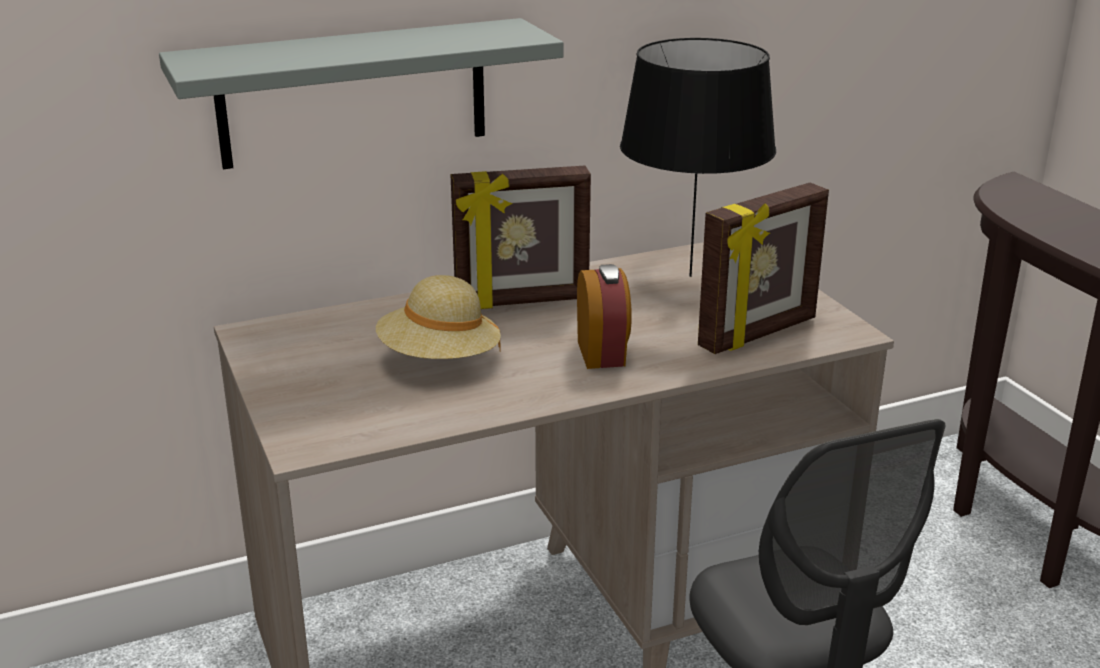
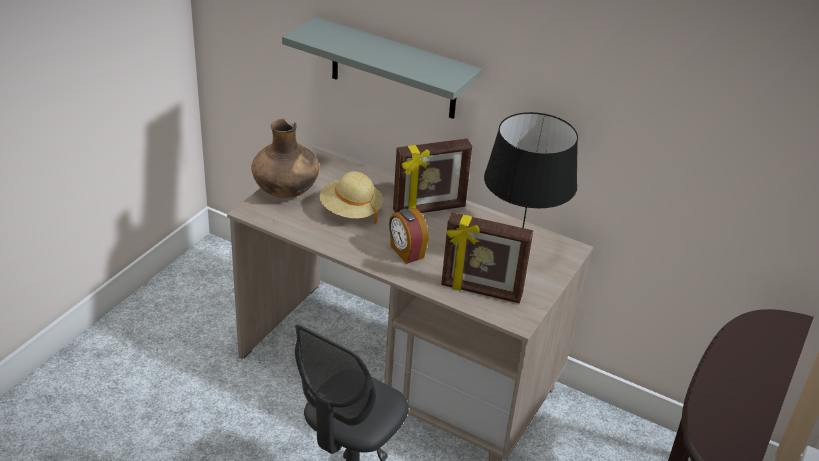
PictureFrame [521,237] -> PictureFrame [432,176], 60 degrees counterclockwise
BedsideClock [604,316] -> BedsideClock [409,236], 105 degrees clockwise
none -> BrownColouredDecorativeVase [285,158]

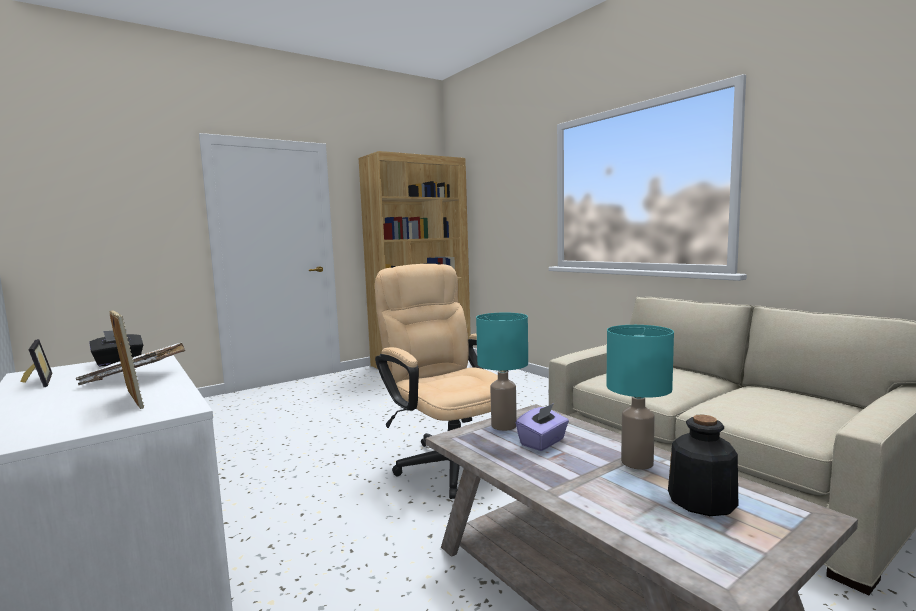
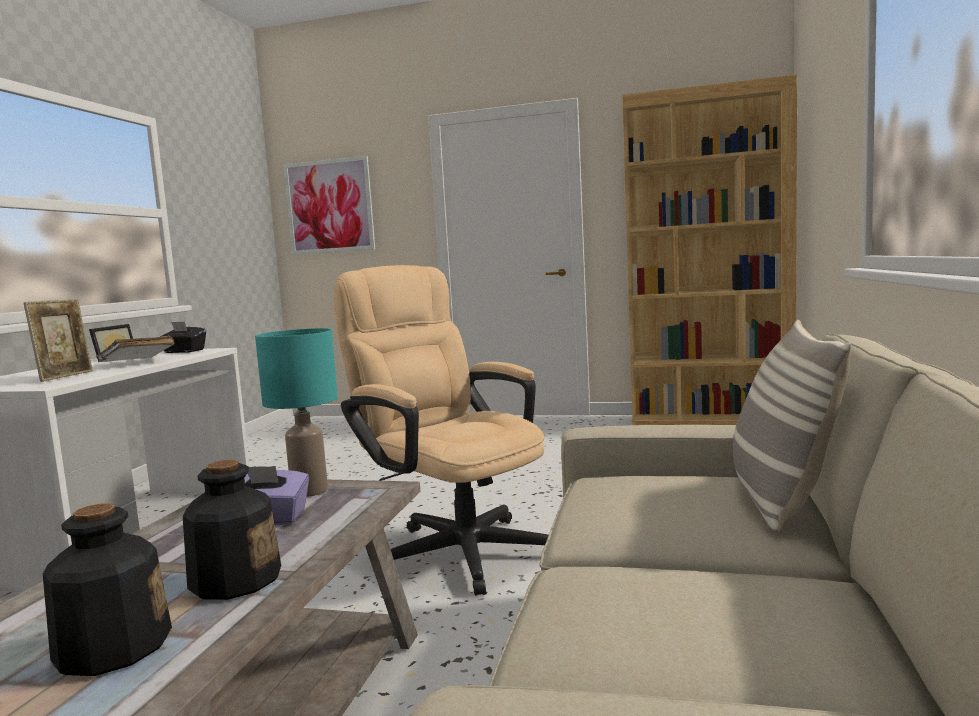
BeigeComputerChair [442,381] -> BeigeComputerChair [441,430], 60 degrees counterclockwise
TurquoiseColouredLampForATable [640,397] -> DrinkBottle [232,530]
none -> Picture [329,205]
none -> ThrowPillow [792,426]

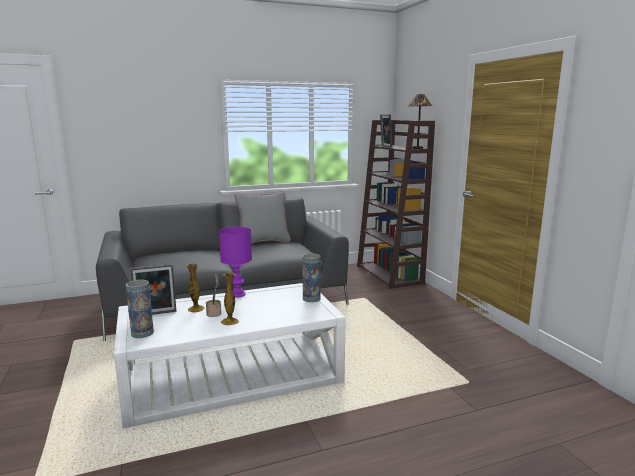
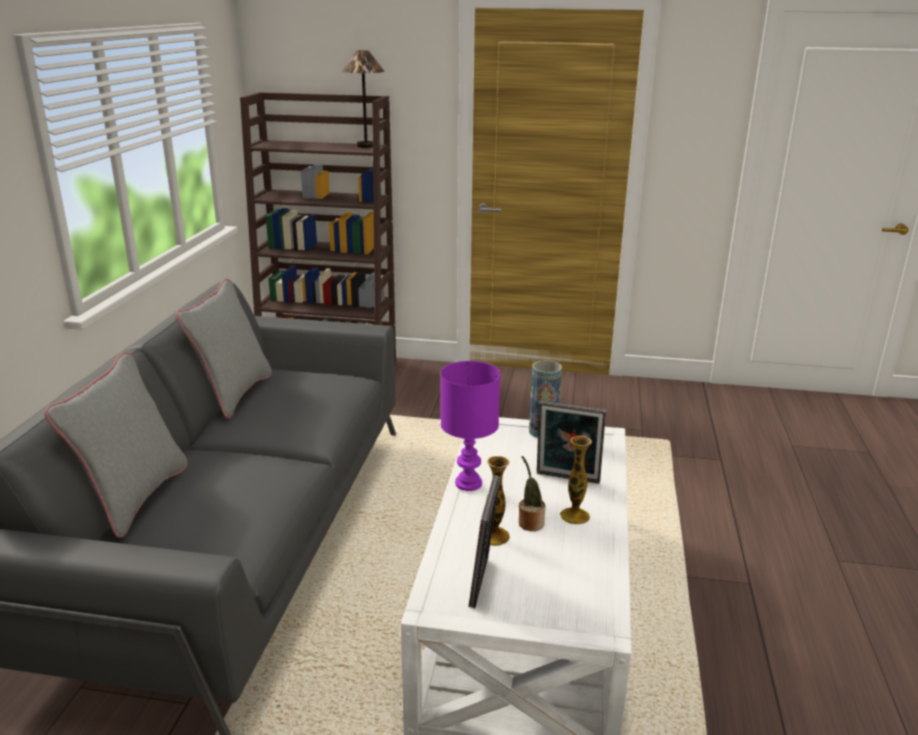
PictureFrame [386,131] -> PictureFrame [571,442], move
DecorativeVase [140,309] -> none
none -> GreyThrowPillow [116,444]

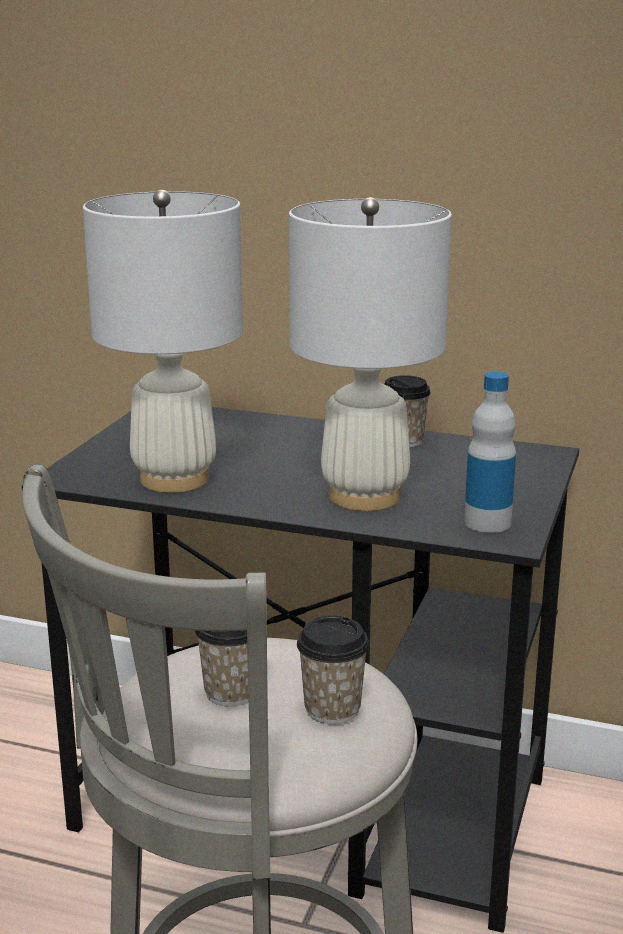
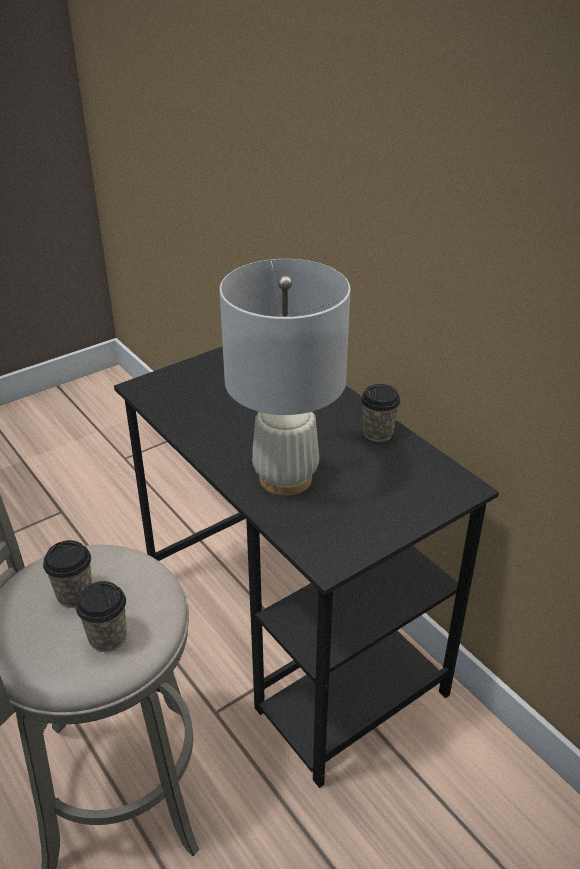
WhiteLampForATable [163,341] -> none
DrinkBottle [490,452] -> none

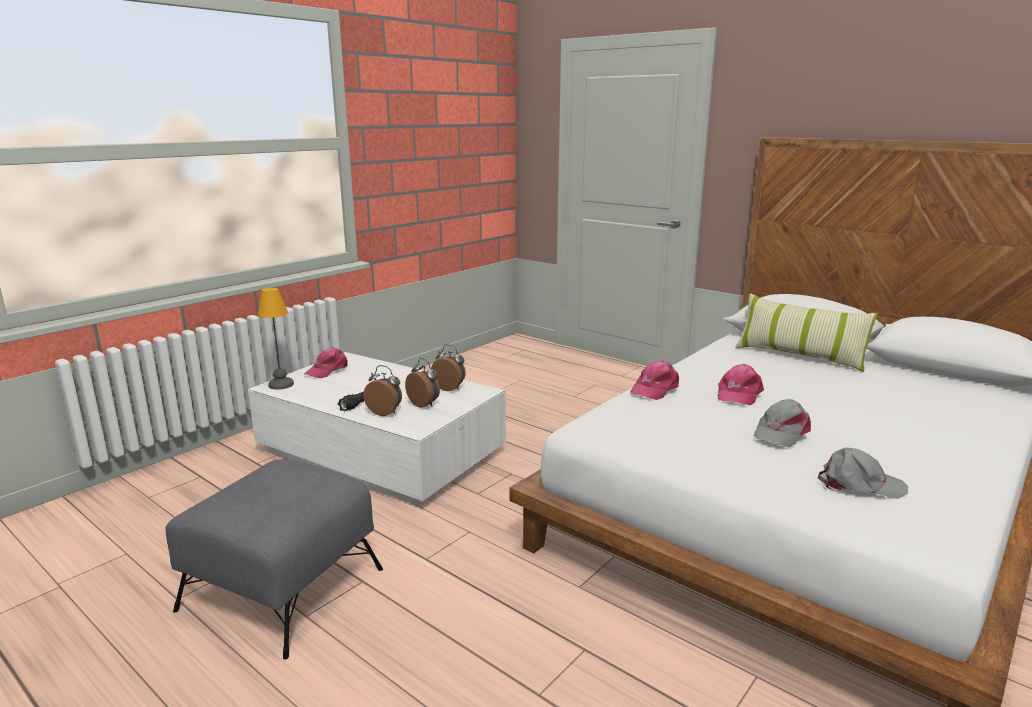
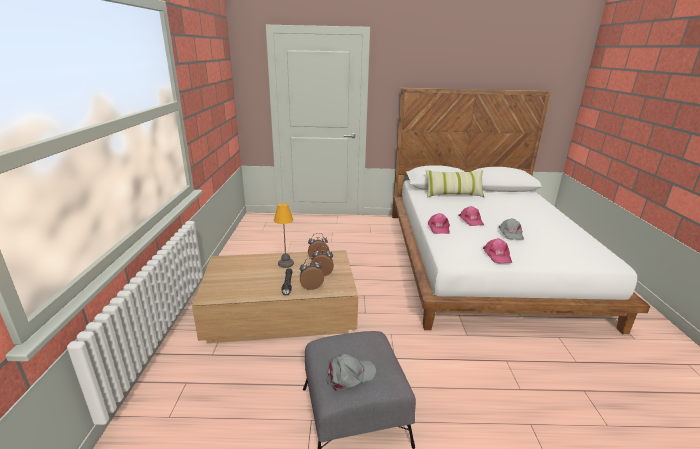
LampForATable [275,339] -> LampForATable [284,235], move
PinkCap [326,363] -> PinkCap [497,251], move
WhiteCoffeeTable [377,429] -> BrownColouredCoffeeTable [275,296]
GreyCap [863,473] -> GreyCap [351,372], move

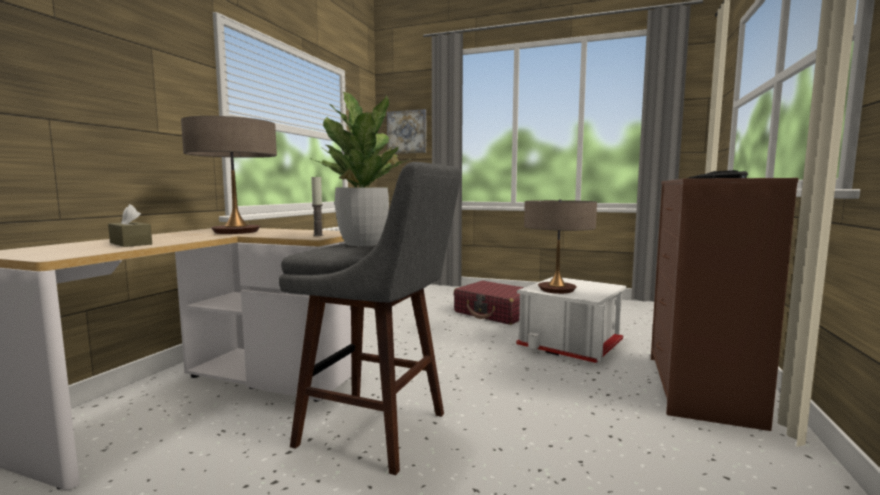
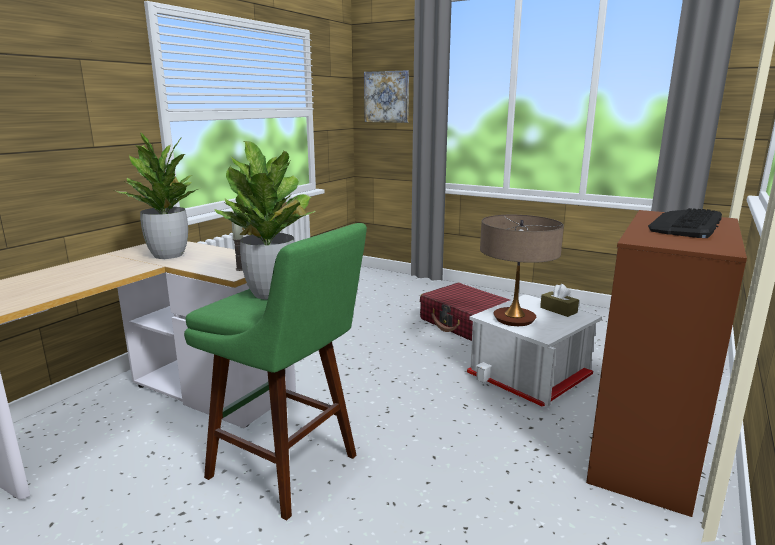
LampForATable [229,175] -> PottedPlant [158,196]
GreySittingStool [370,318] -> GreenishSittingStool [275,371]
BrownColouredBoxOfTissues [130,225] -> BrownColouredBoxOfTissues [559,300], move

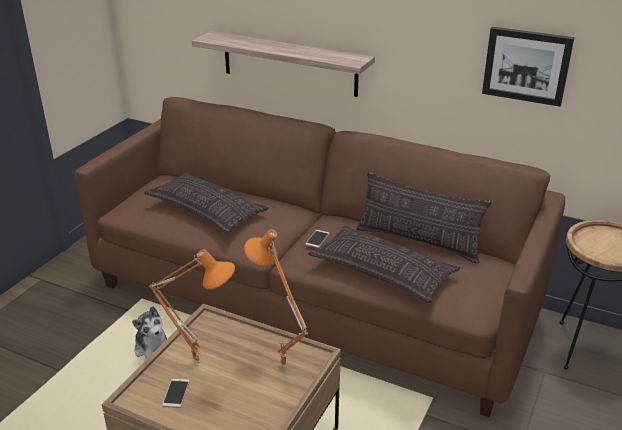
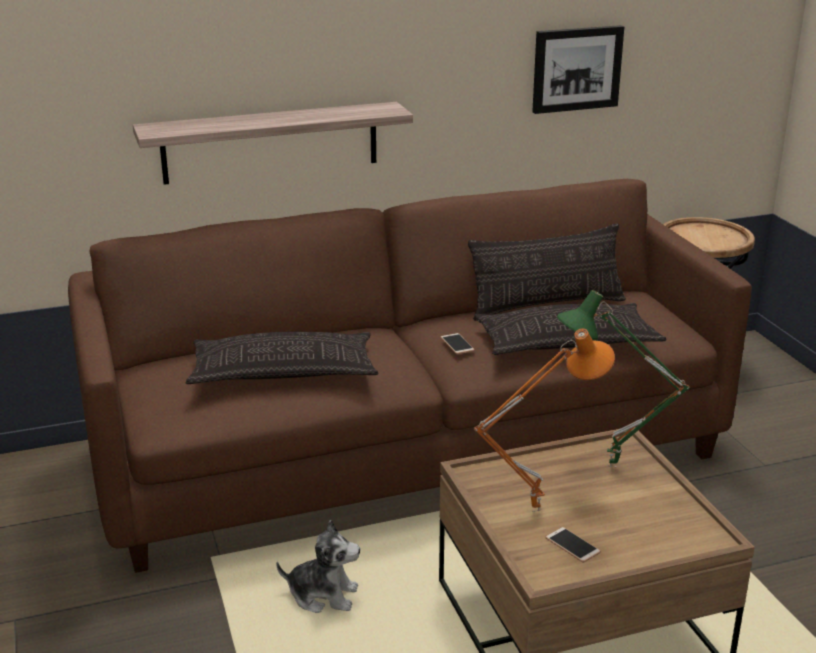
OrangeLampForATable [276,297] -> GreenishLampForATable [623,379]

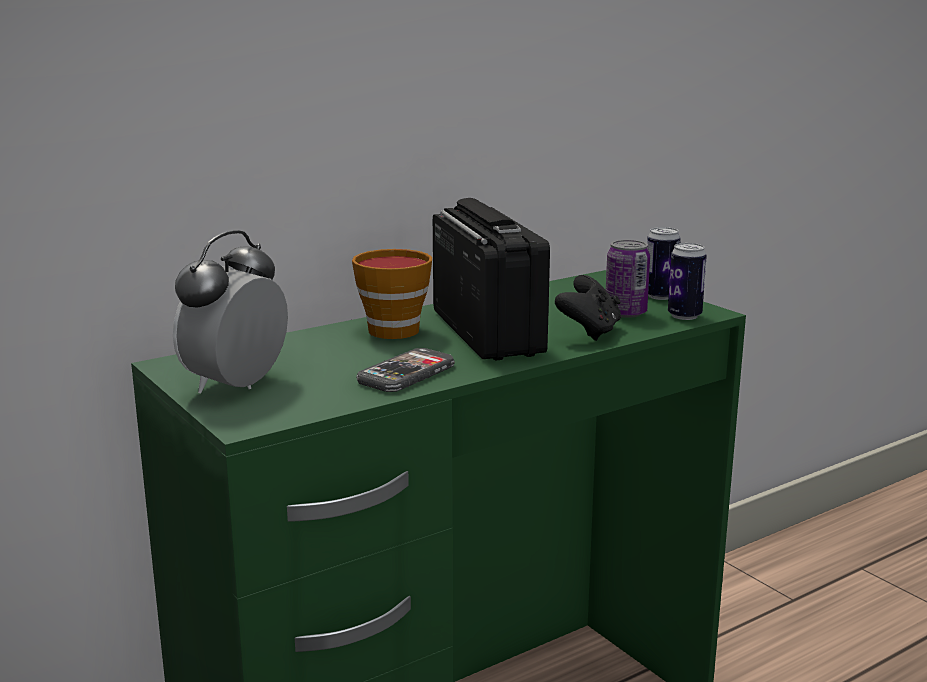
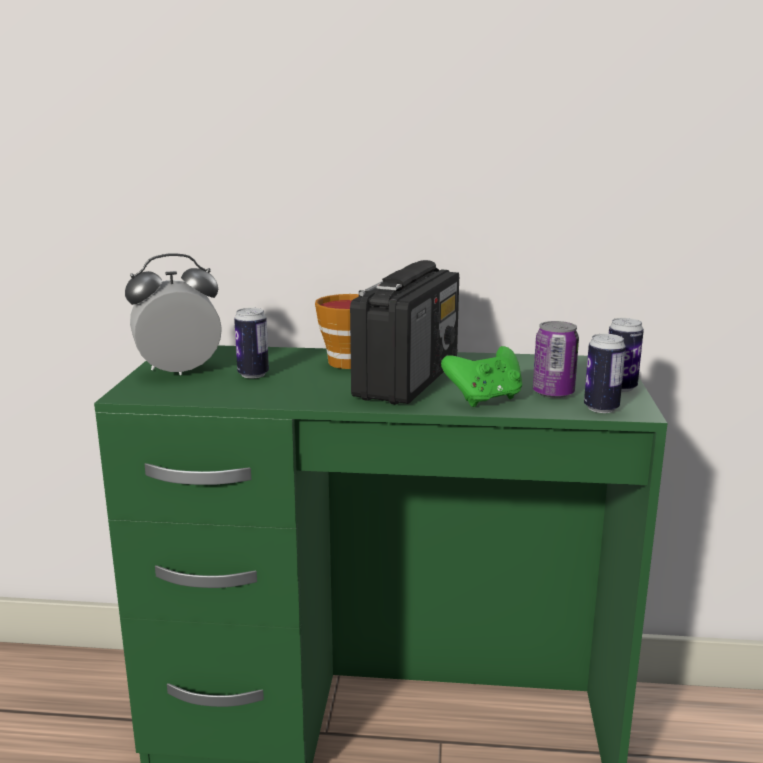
BlackishJoypad [588,308] -> GreenishJoypad [481,376]
Telephone [405,370] -> none
none -> SealedCan [251,343]

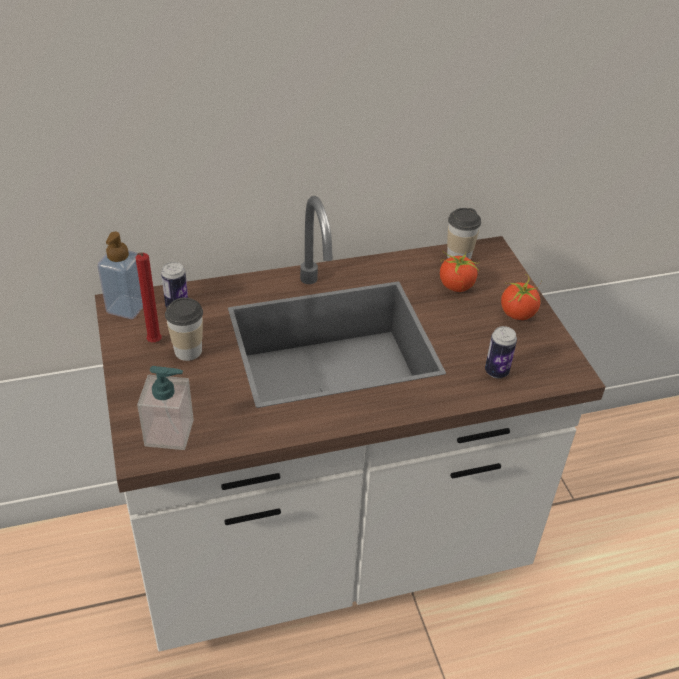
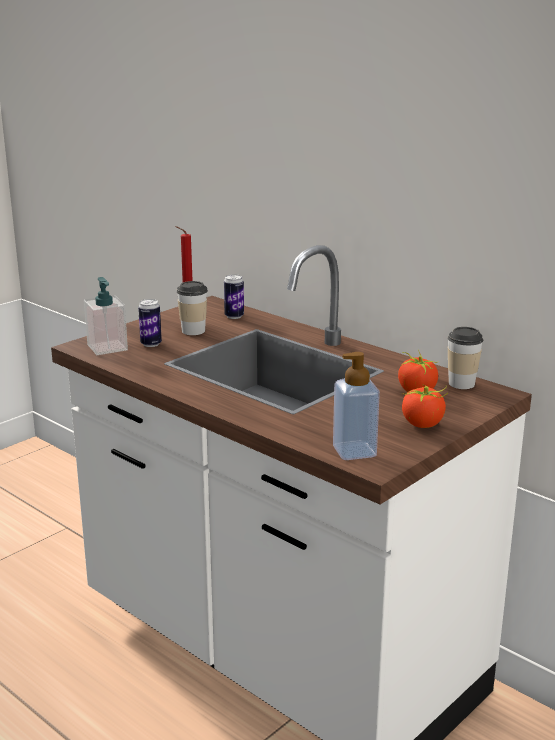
LiquidSoapBottle [120,275] -> LiquidSoapBottle [356,406], move
SealedCan [501,352] -> SealedCan [150,323], move

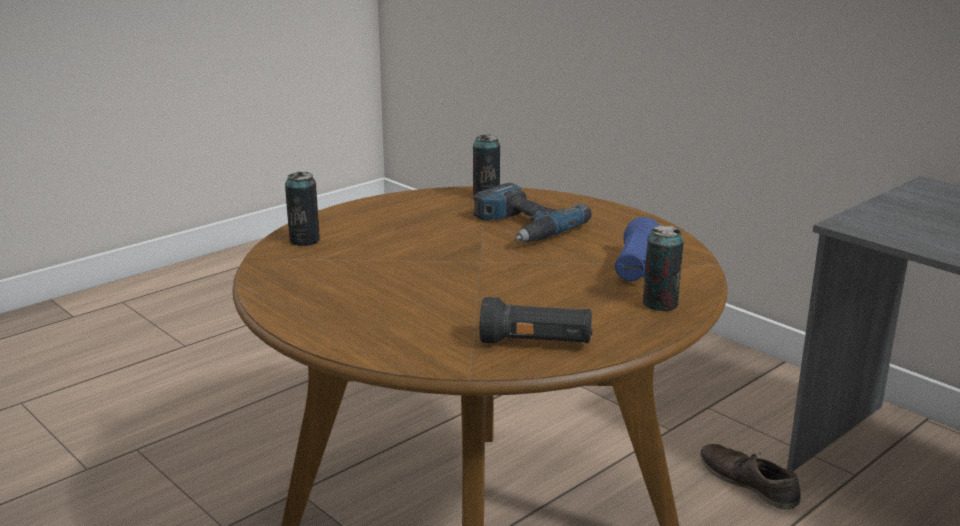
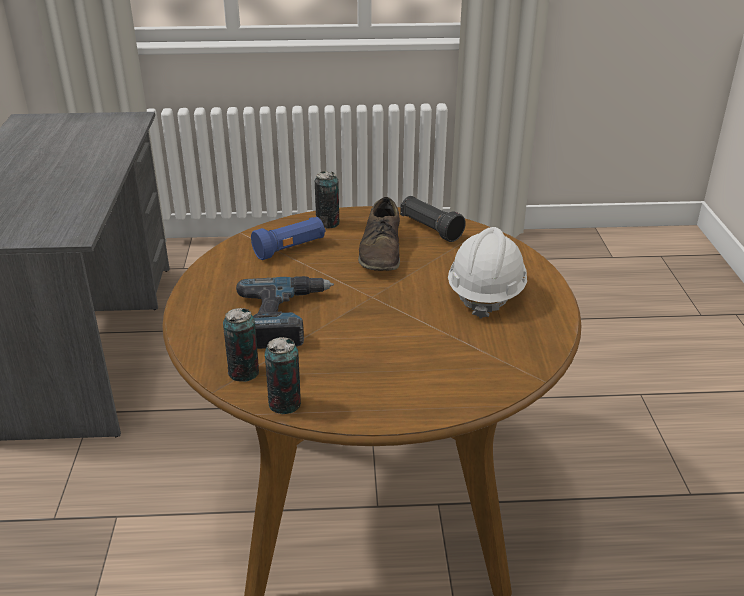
SealedCan [302,209] -> SealedCan [283,375], move
BrownColouredLowShoe [750,477] -> BrownColouredLowShoe [379,234], move
none -> WhiteWorkHelmet [487,273]

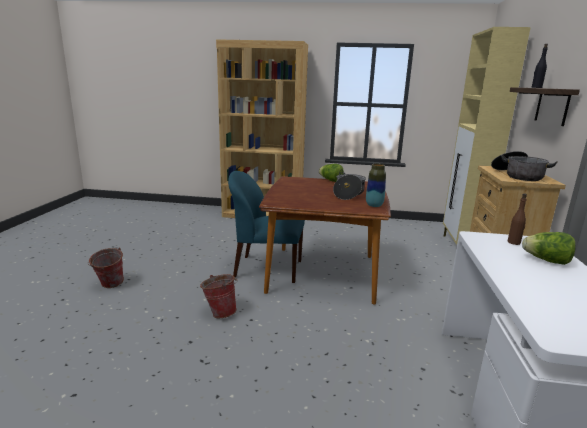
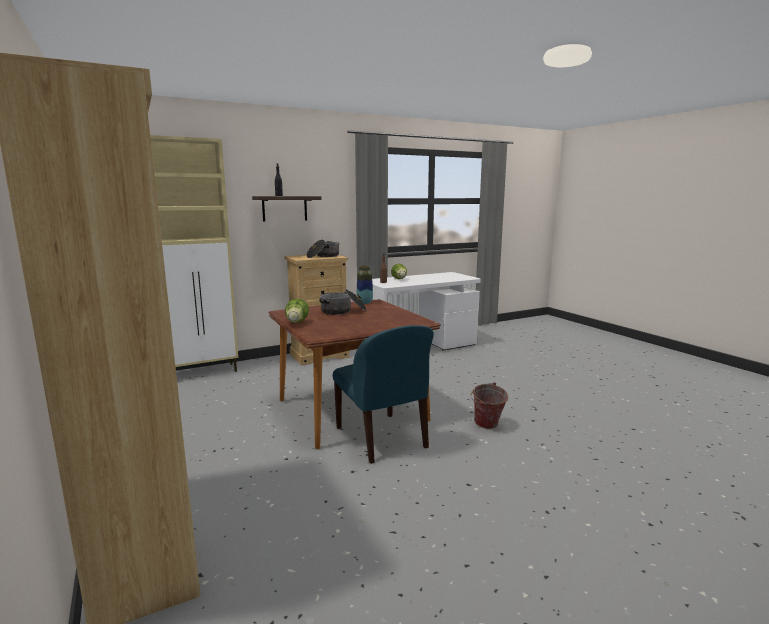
WaterBucket [106,268] -> none

